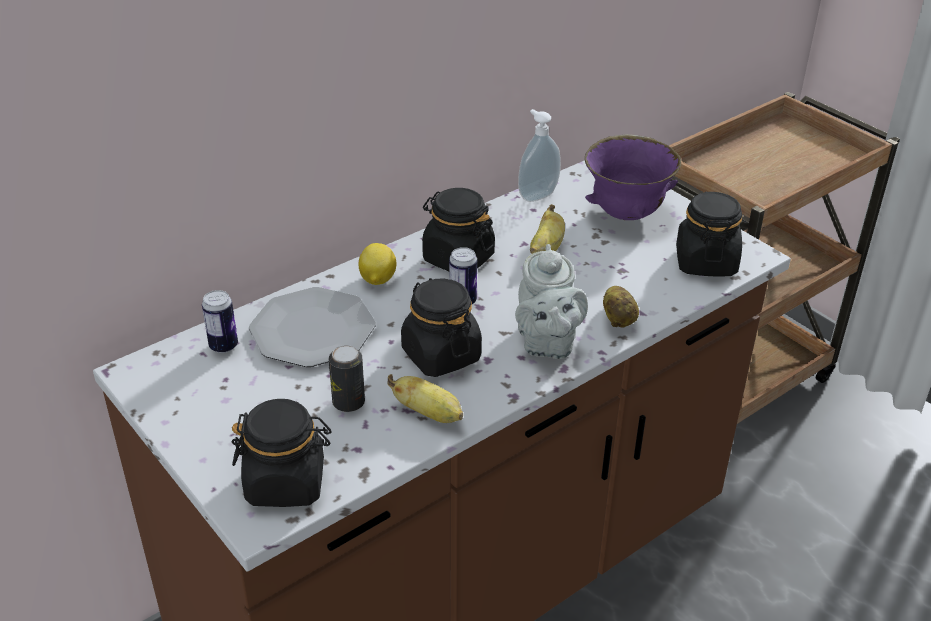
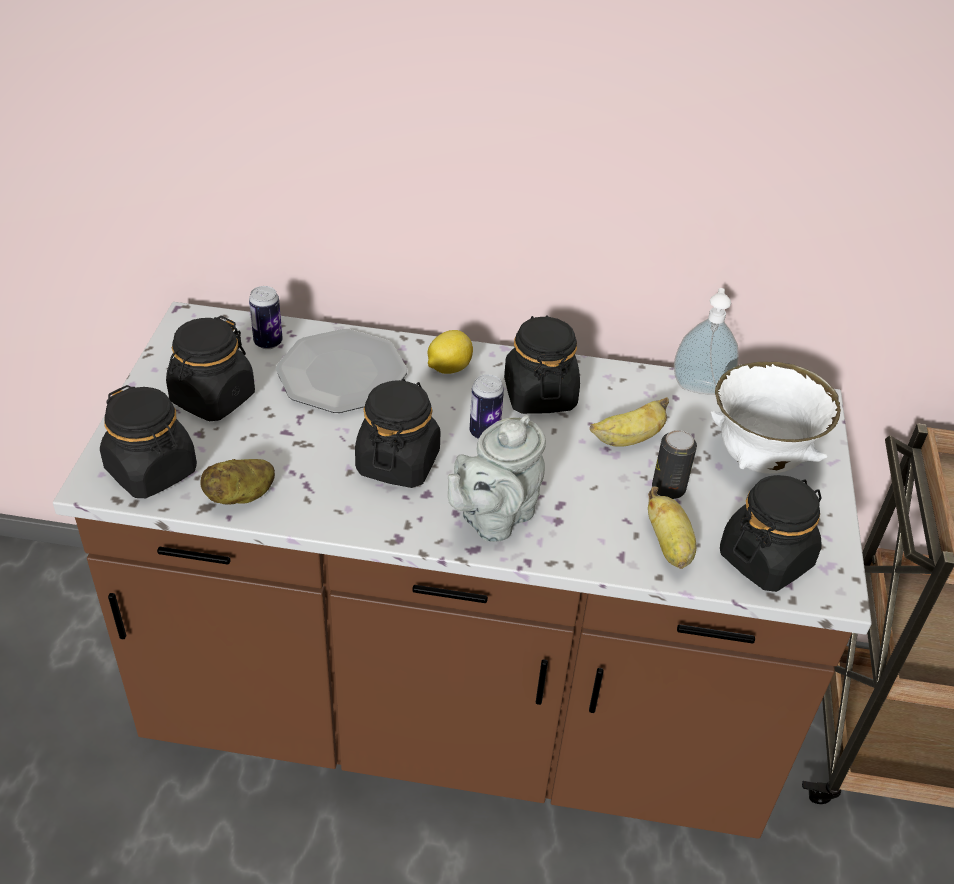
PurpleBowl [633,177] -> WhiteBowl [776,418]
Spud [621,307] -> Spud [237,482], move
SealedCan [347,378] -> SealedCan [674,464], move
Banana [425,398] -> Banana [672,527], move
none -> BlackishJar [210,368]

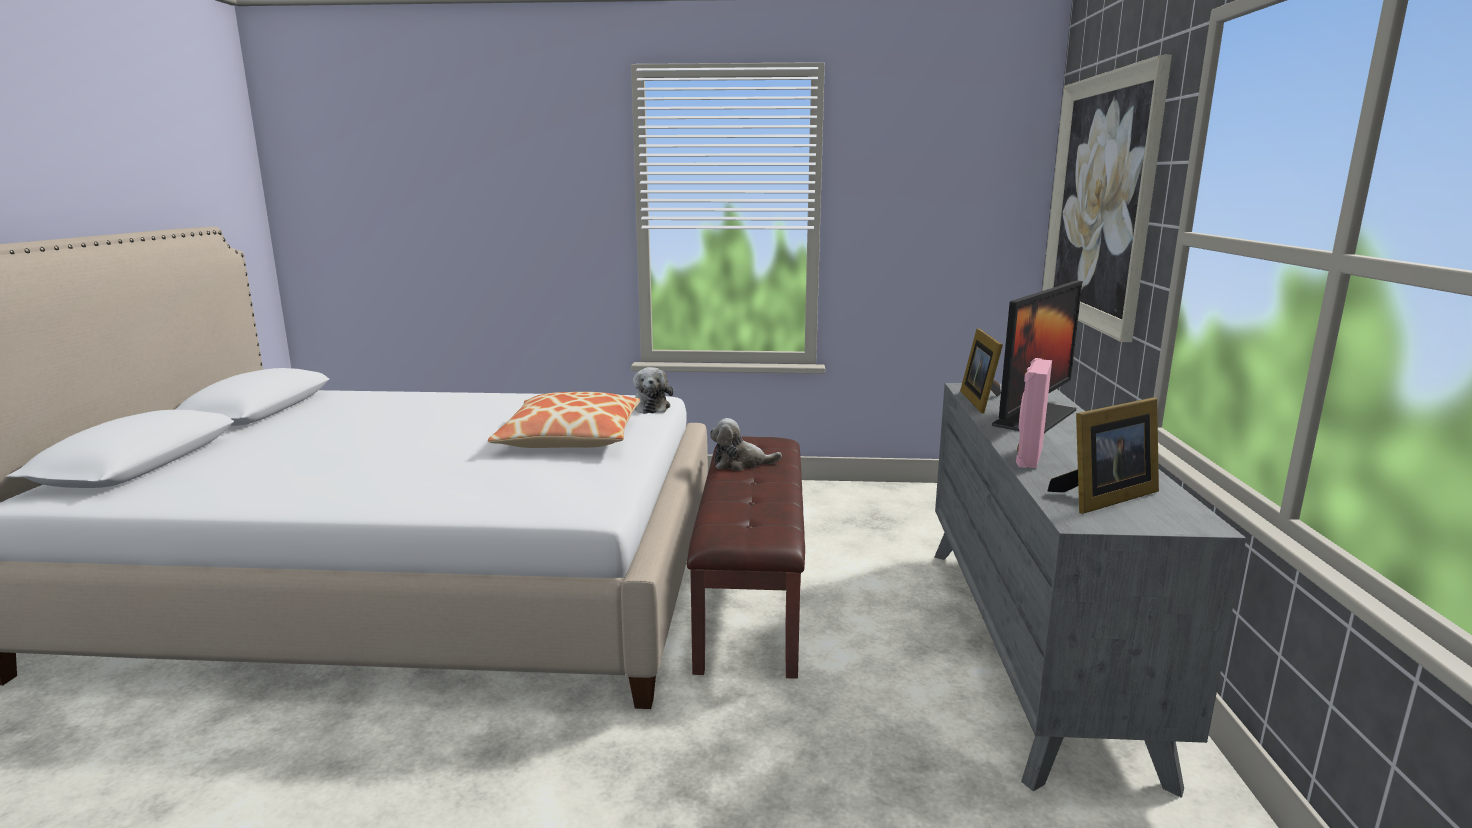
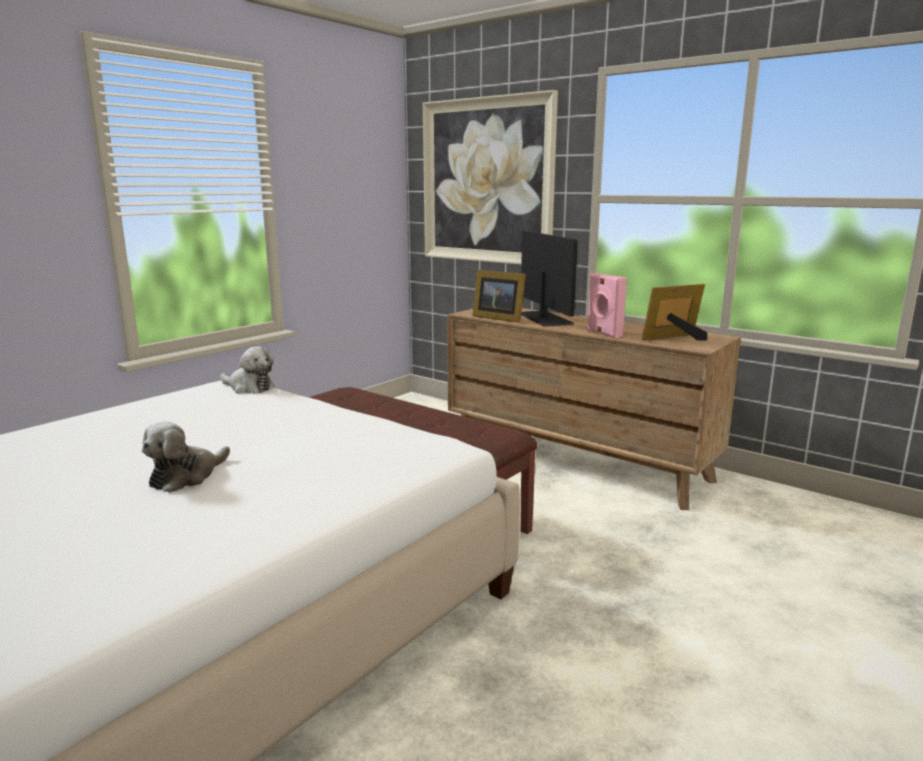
GreyChestOfDrawers [1090,590] -> BrownColouredChestOfDrawers [594,409]
ThrowPillow [564,420] -> none
PictureFrame [1103,456] -> PictureFrame [674,312], 120 degrees counterclockwise
SoftToy [746,444] -> SoftToy [186,457], move

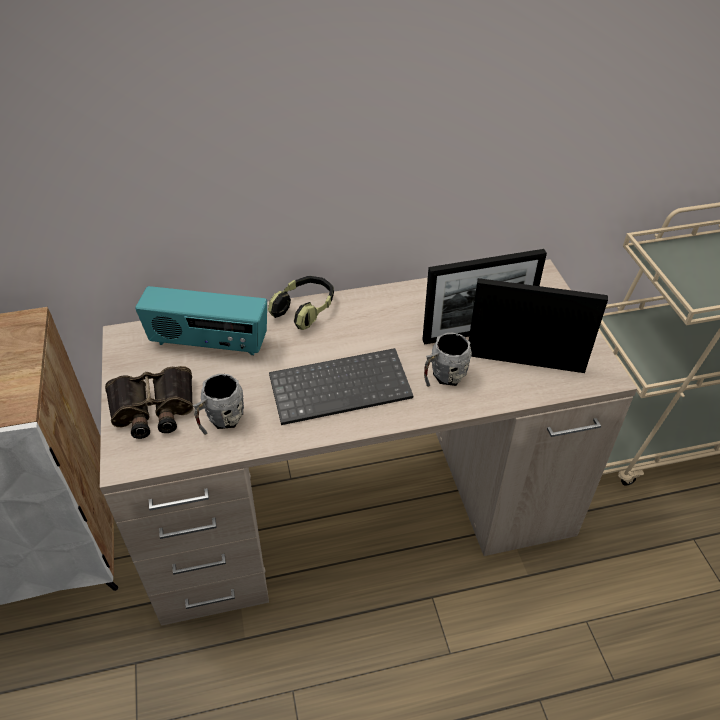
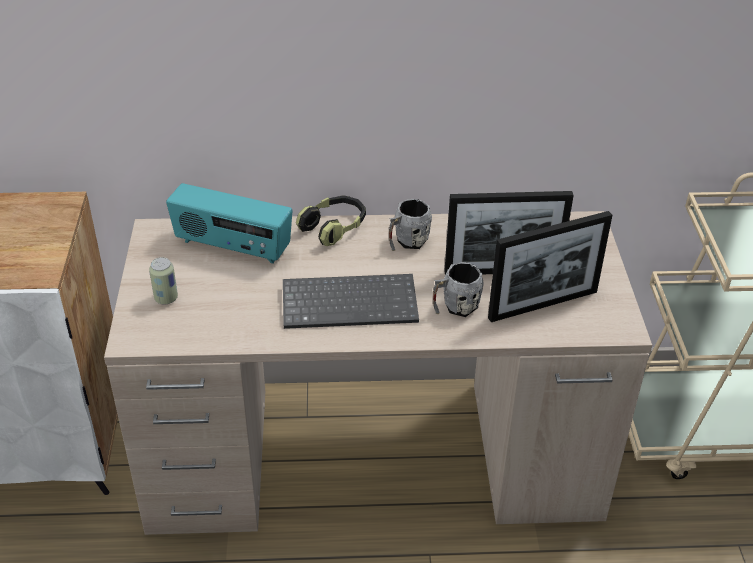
PictureFrame [538,325] -> PictureFrame [550,266], 135 degrees clockwise
Binoculars [149,402] -> SealedCan [163,280]
GreyTeaMug [218,404] -> GreyTeaMug [410,225], move

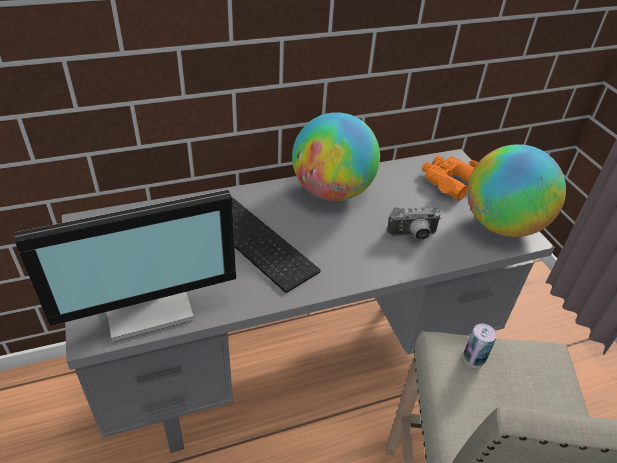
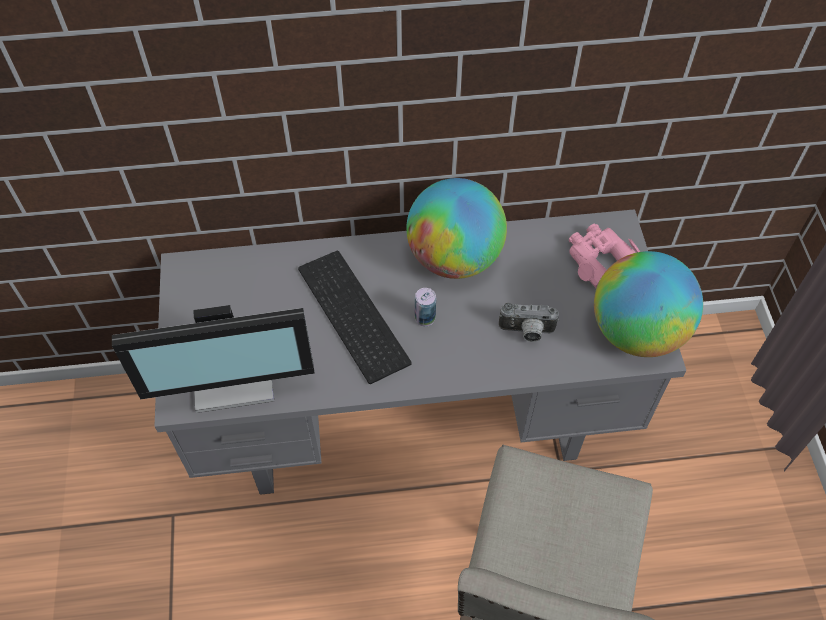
OrangeBinoculars [450,177] -> PinkBinoculars [604,256]
SealedCan [480,346] -> SealedCan [425,307], move

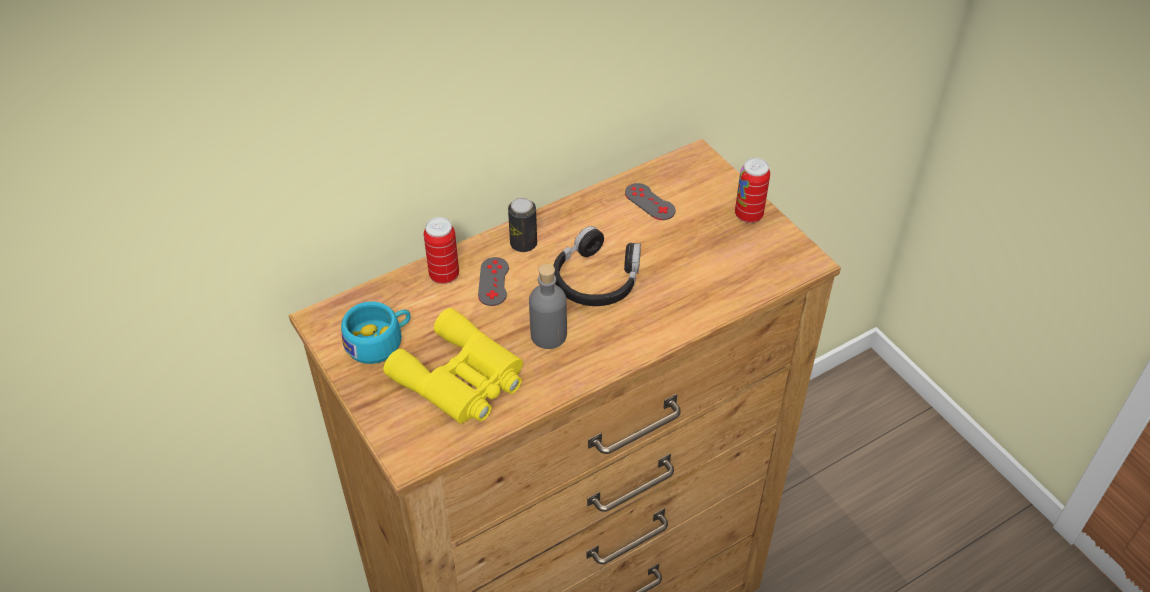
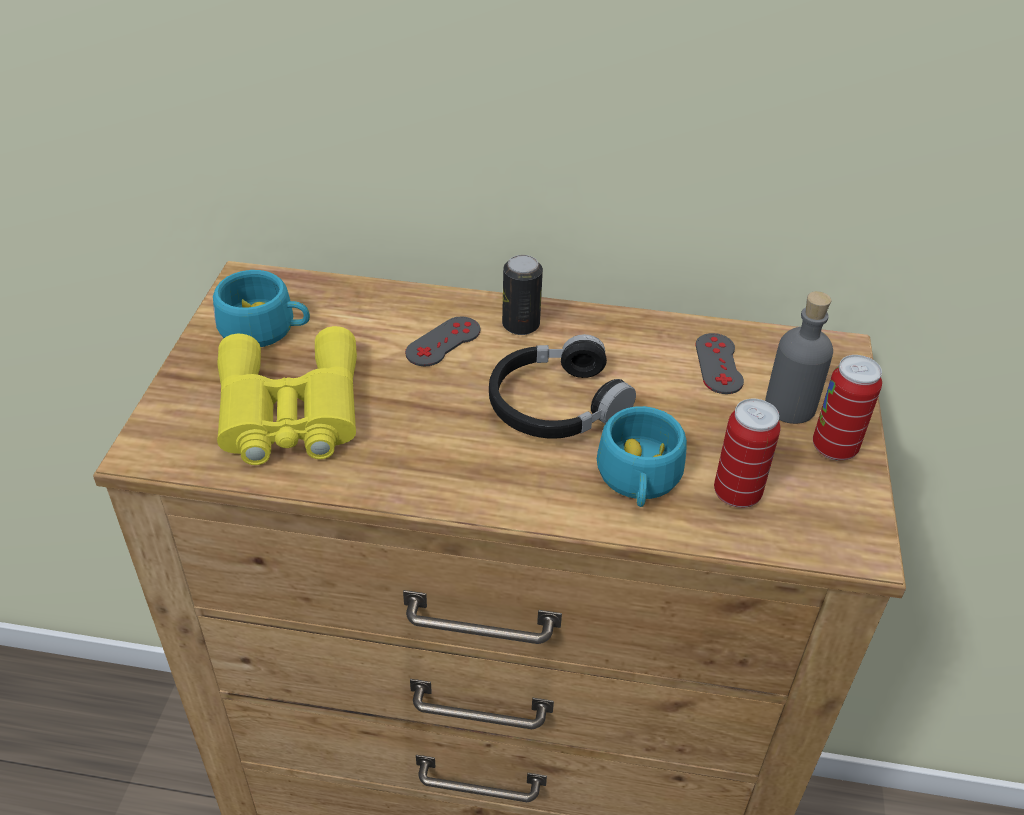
SealedCan [441,250] -> SealedCan [747,453], move
GreyDrinkBottle [548,306] -> GreyDrinkBottle [799,357], move
none -> TurquoiseColouredSmallCup [642,456]

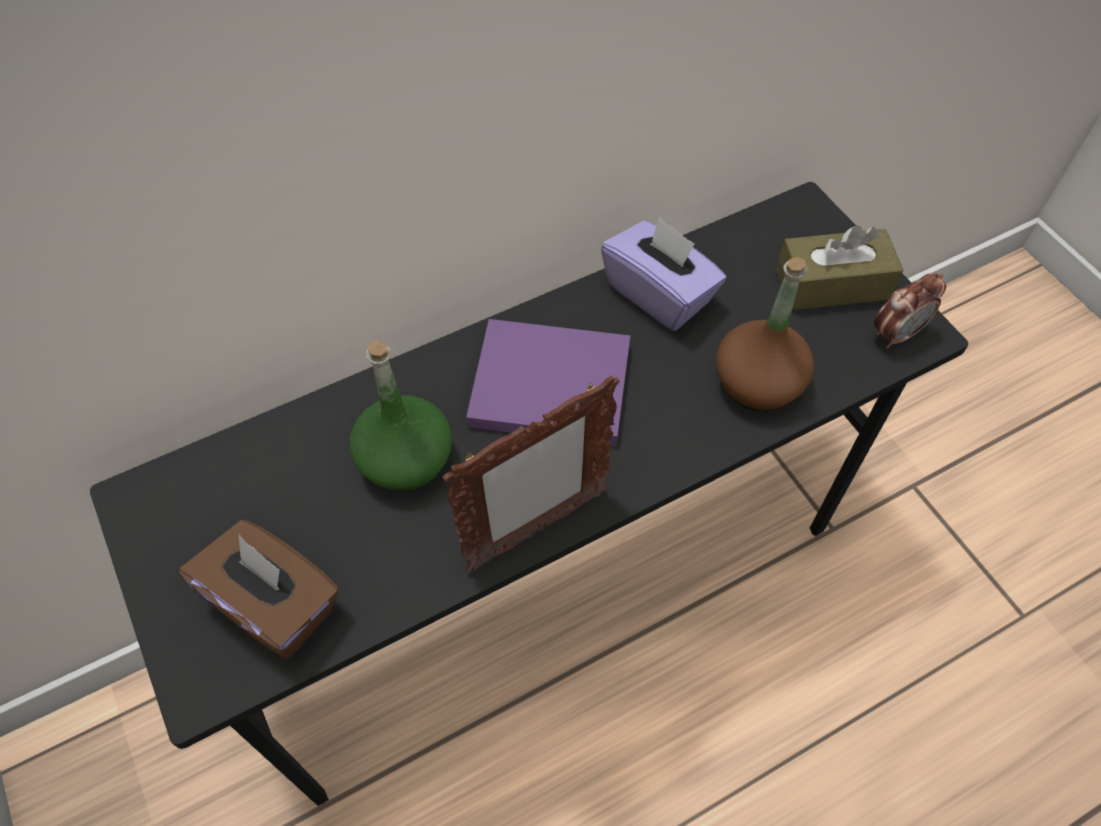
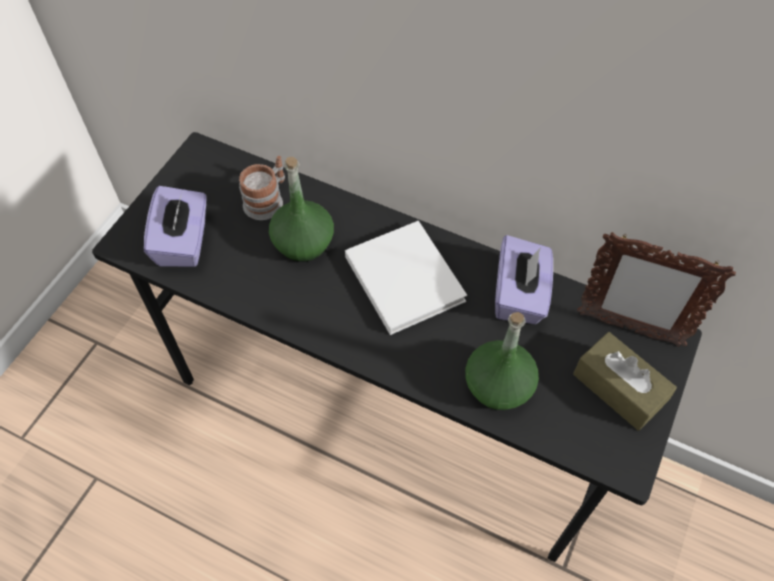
BrownColouredDrinkBottle [765,334] -> GreenishDrinkBottle [502,361]
BedsideClock [910,311] -> none
PurpleBook [548,382] -> WhiteBook [406,277]
PictureFrame [531,473] -> PictureFrame [656,289], move
BrownColouredBoxOfTissues [259,589] -> PurpleBoxOfTissues [175,226]
none -> TeaMug [262,188]

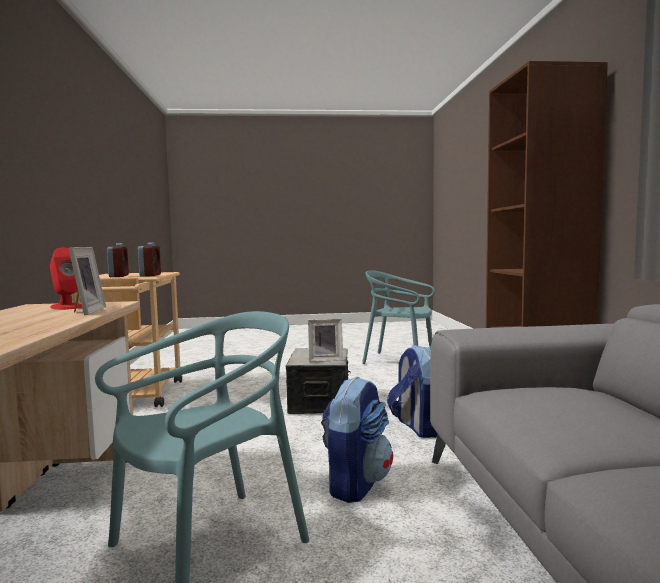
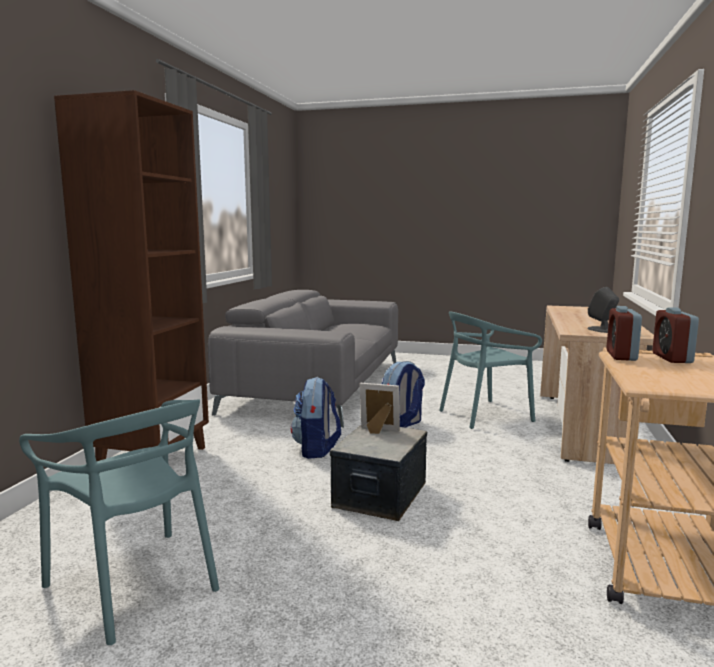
PictureFrame [87,281] -> none
RedColouredAudioSpeaker [66,279] -> GreyAudioSpeaker [603,310]

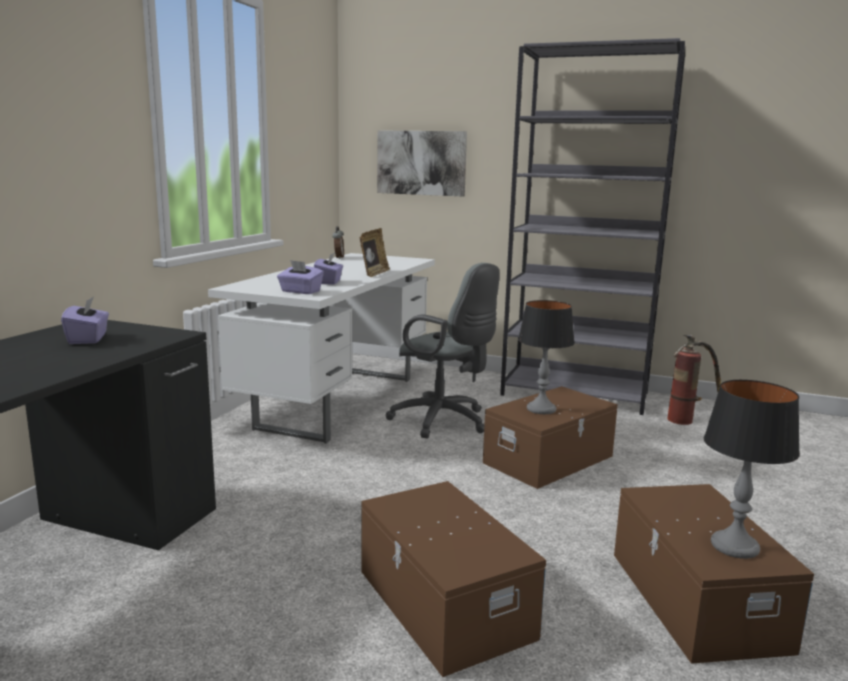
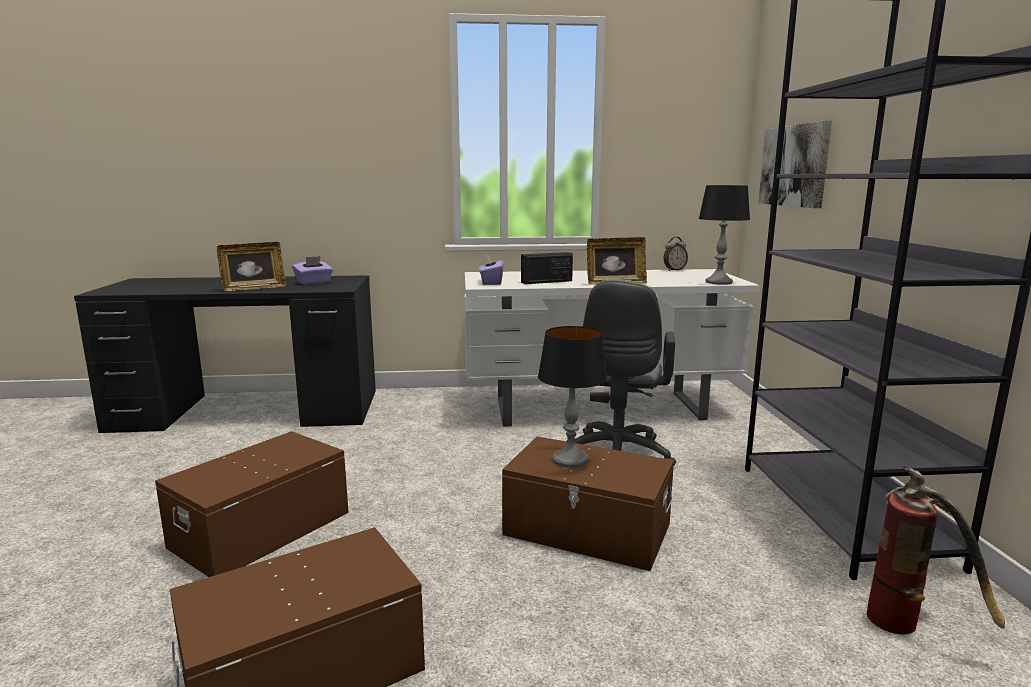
PurpleBoxOfTissues [328,269] -> RadioReceiver [547,268]
LampForATable [752,469] -> LampForATable [724,235], move
none -> PictureFrame [251,266]

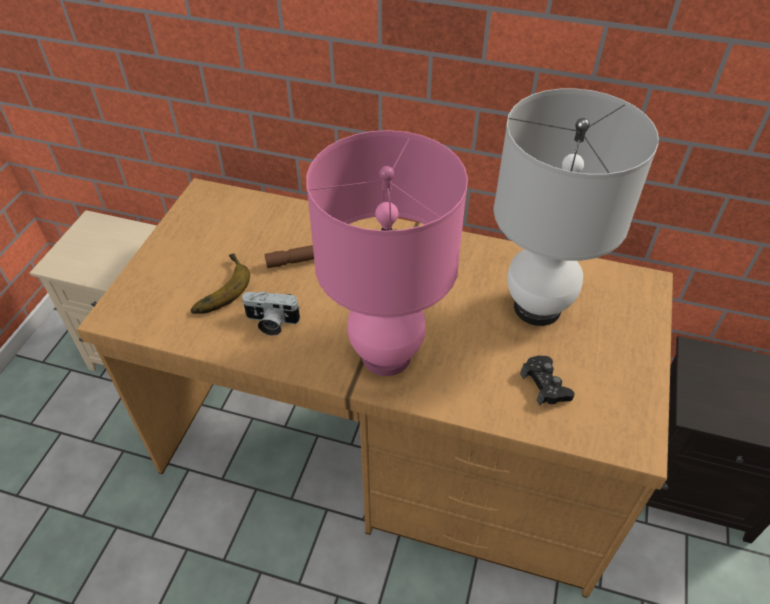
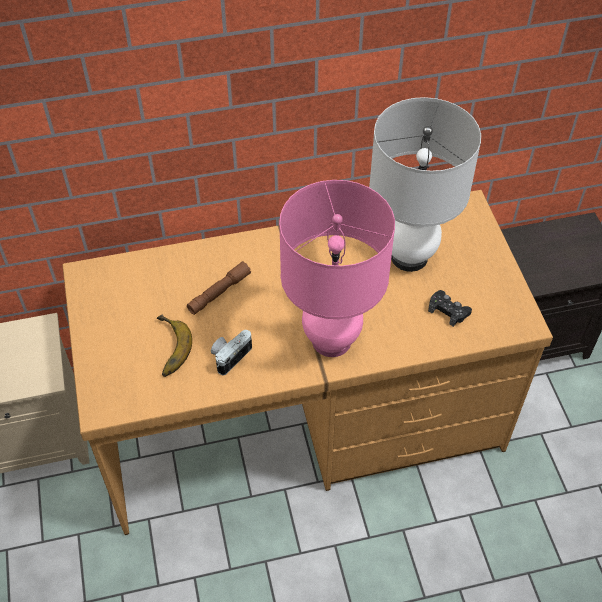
StillCamera [271,313] -> StillCamera [231,352], 150 degrees clockwise

